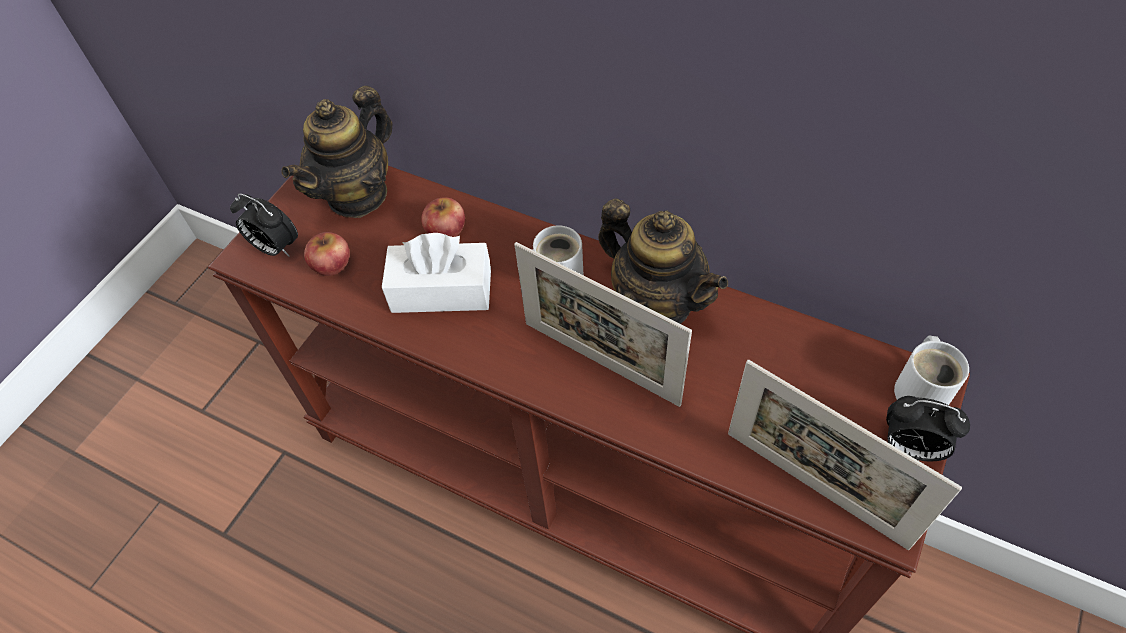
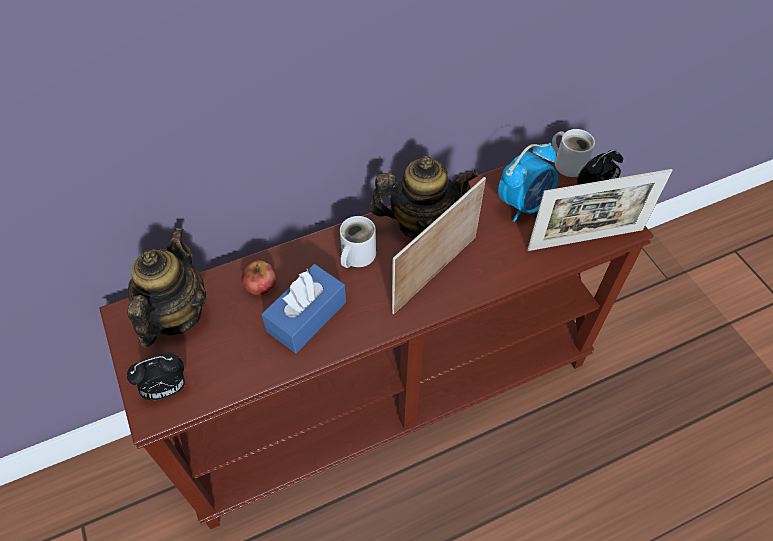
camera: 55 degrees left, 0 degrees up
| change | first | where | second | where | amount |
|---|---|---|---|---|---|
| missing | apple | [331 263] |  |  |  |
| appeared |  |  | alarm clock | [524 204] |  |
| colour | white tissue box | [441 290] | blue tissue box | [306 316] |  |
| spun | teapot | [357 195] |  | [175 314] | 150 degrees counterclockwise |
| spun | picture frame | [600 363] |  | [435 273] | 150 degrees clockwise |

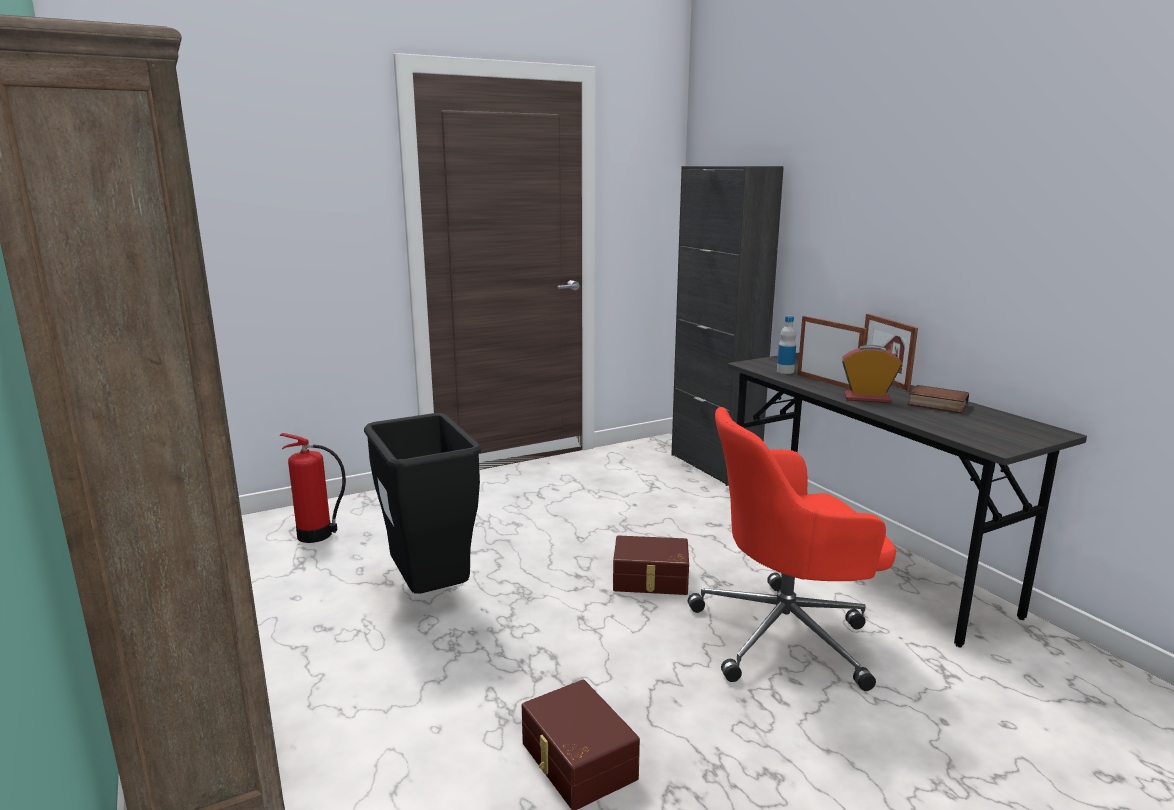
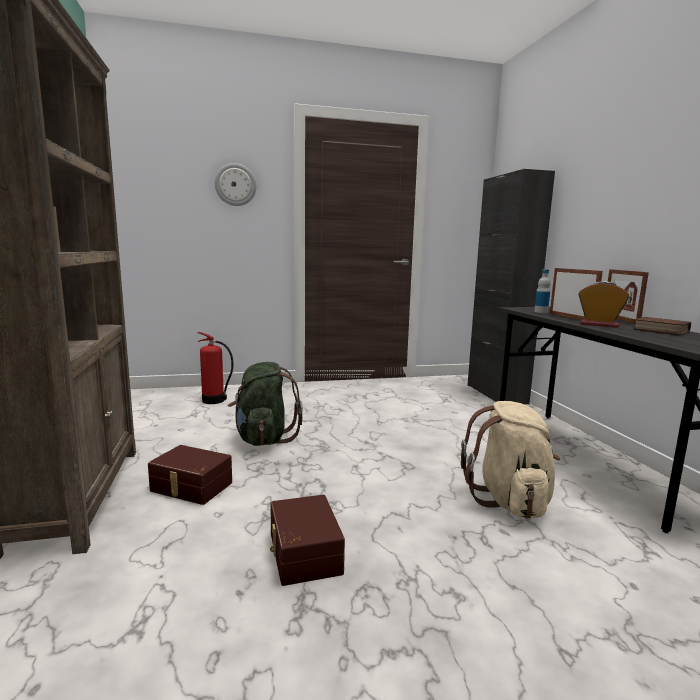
camera: 15 degrees right, 5 degrees down
| change | first | where | second | where | amount |
|---|---|---|---|---|---|
| appeared |  |  | wall clock | [235 185] |  |
| relocated | brown storage box | [650 580] |  | [190 487] |  |
| exchanged | black trash can | [432 594] | green backpack | [263 439] |  |
| exchanged | red office chair | [786 635] | beige backpack | [509 500] |  |

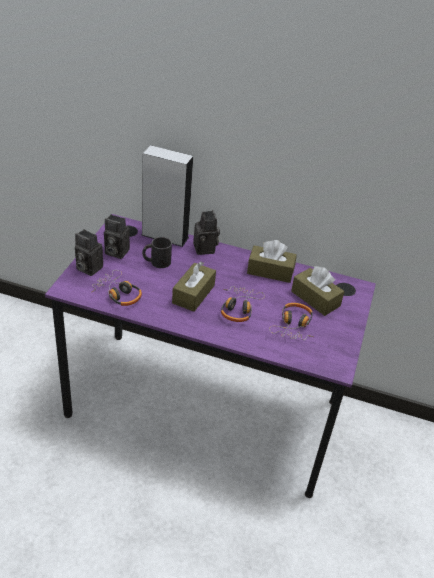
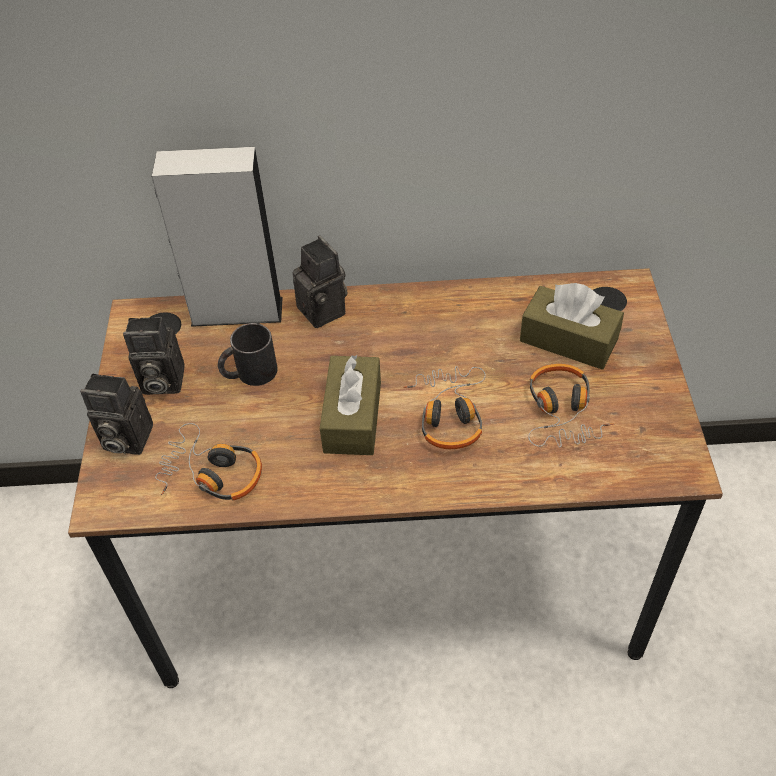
camera: 15 degrees left, 10 degrees up
| change | first | where | second | where | amount |
|---|---|---|---|---|---|
| missing | brown tissue box | [270 271] |  |  |  |
| colour | purple desk | [204 408] | brown desk | [397 568] |  |

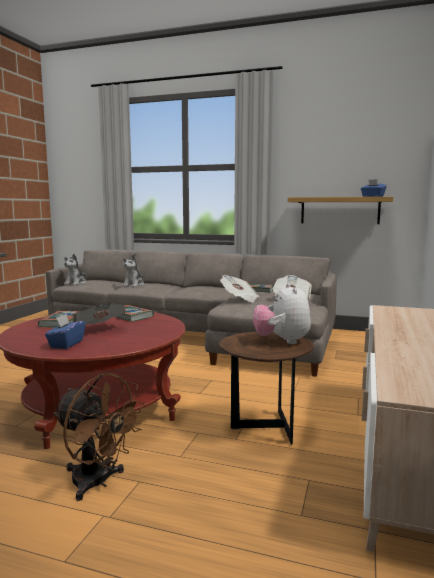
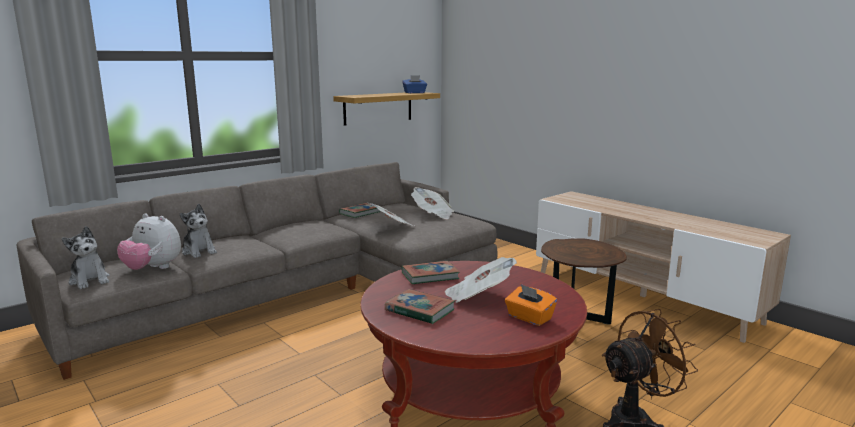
camera: 60 degrees left, 5 degrees up
| change | first | where | second | where | amount |
|---|---|---|---|---|---|
| relocated | plush toy | [282 341] |  | [153 269] |  |
| colour | blue tissue box | [66 344] | orange tissue box | [529 318] |  |

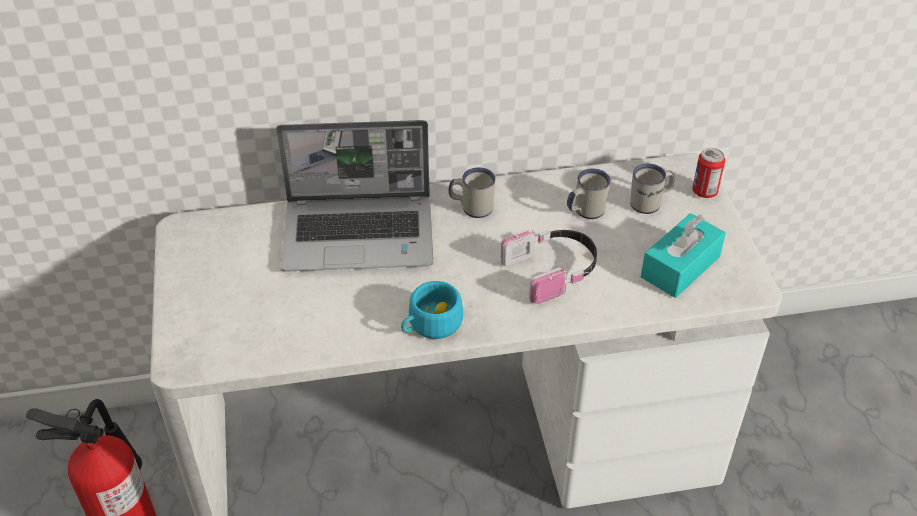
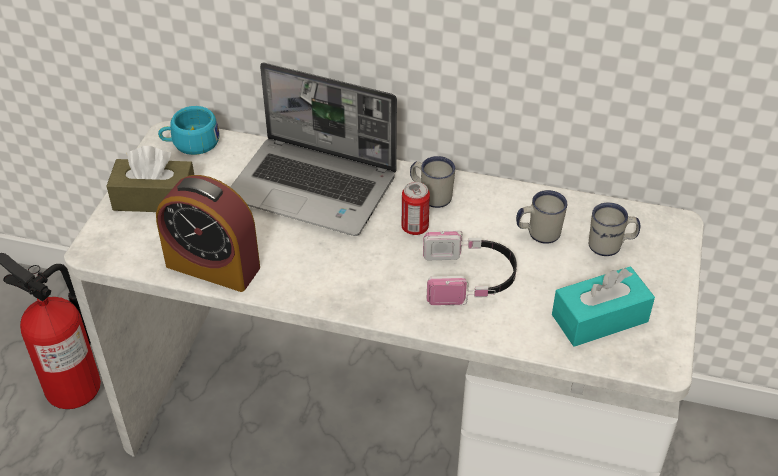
camera: 25 degrees right, 0 degrees up
| change | first | where | second | where | amount |
|---|---|---|---|---|---|
| appeared |  |  | brown tissue box | [155 198] |  |
| appeared |  |  | alarm clock | [213 266] |  |
| relocated | turquoise cup | [430 325] |  | [190 143] |  |
| relocated | can | [704 192] |  | [415 227] |  |

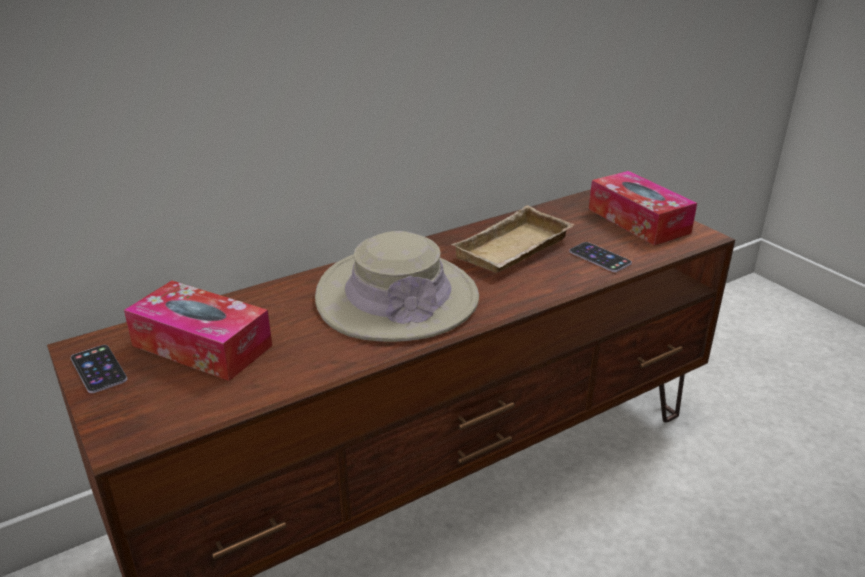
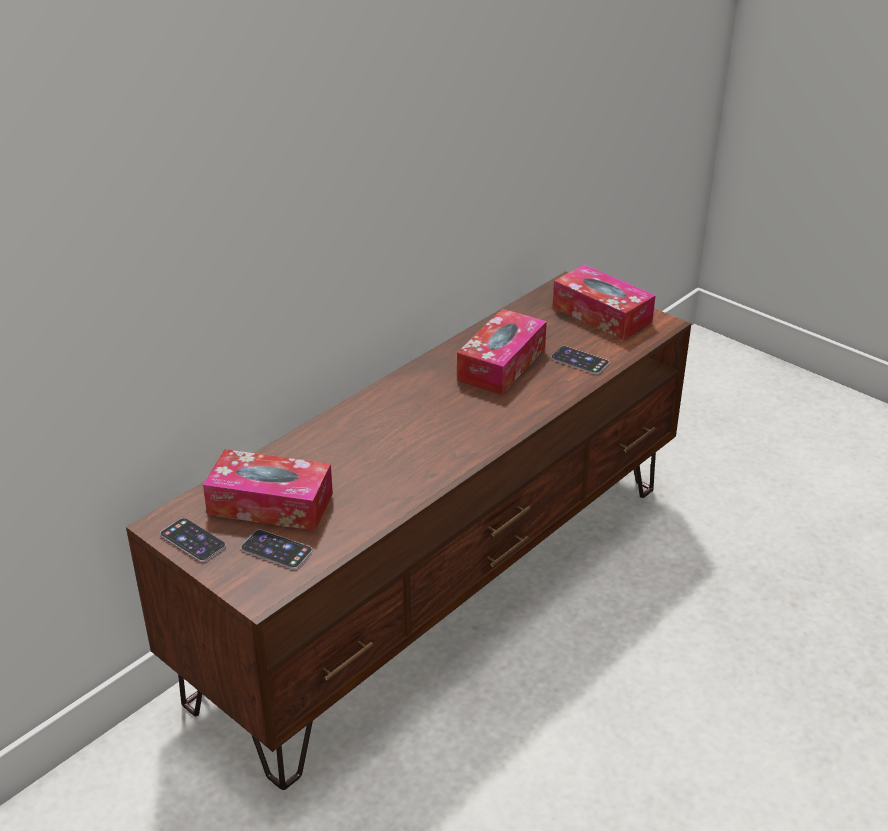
camera: 15 degrees left, 5 degrees up
| change | first | where | second | where | amount |
|---|---|---|---|---|---|
| missing | beige hat | [397 297] |  |  |  |
| appeared |  |  | phone | [276 550] |  |
| exchanged | beige tray | [514 250] | tissue box | [501 364] |  |

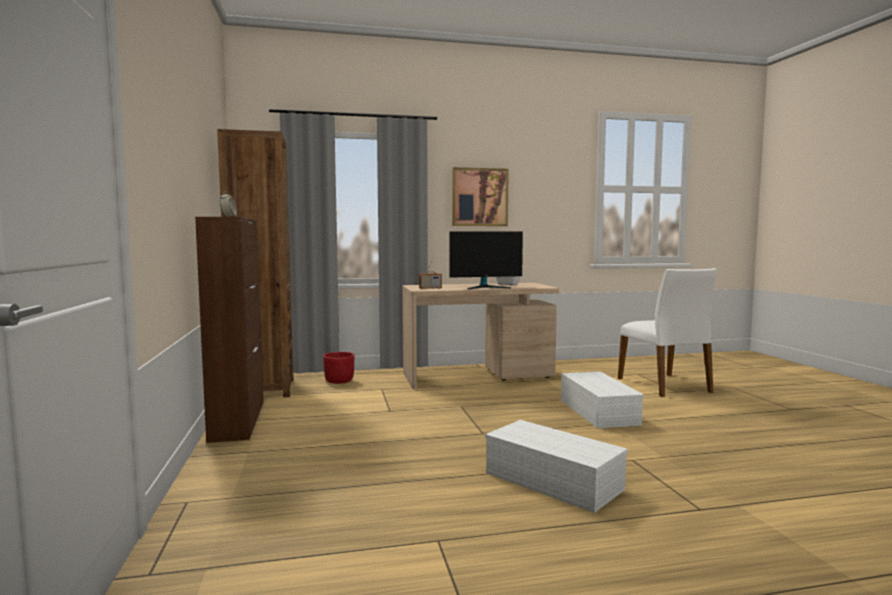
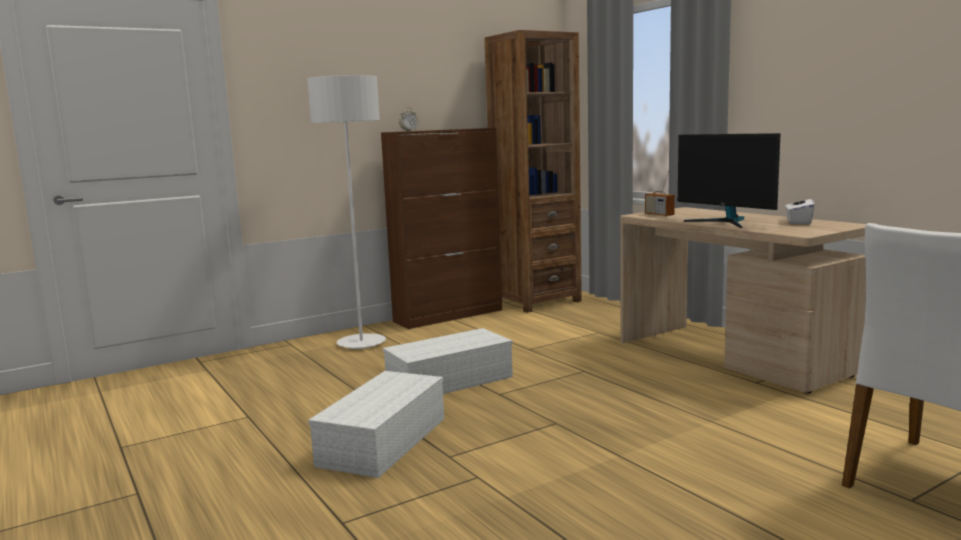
camera: 70 degrees right, 5 degrees up
| change | first | where | second | where | amount |
|---|---|---|---|---|---|
| missing | red planter | [339 381] |  |  |  |
| missing | picture | [479 197] |  |  |  |
| appeared |  |  | white floor lamp | [361 343] |  |
| relocated | white storage box | [597 411] |  | [450 380] |  |

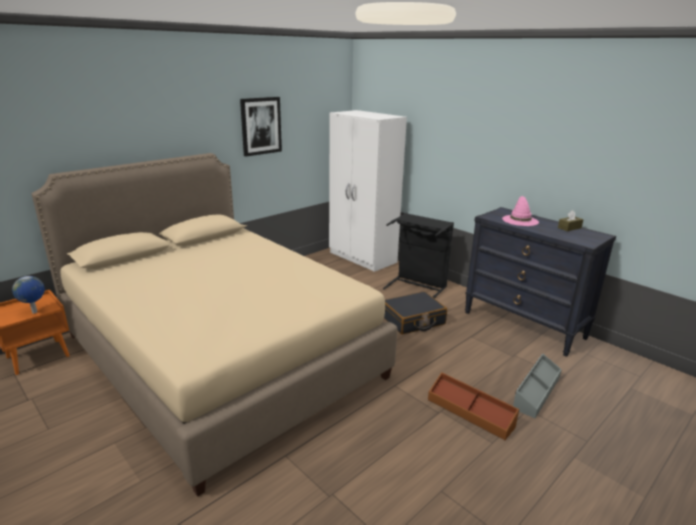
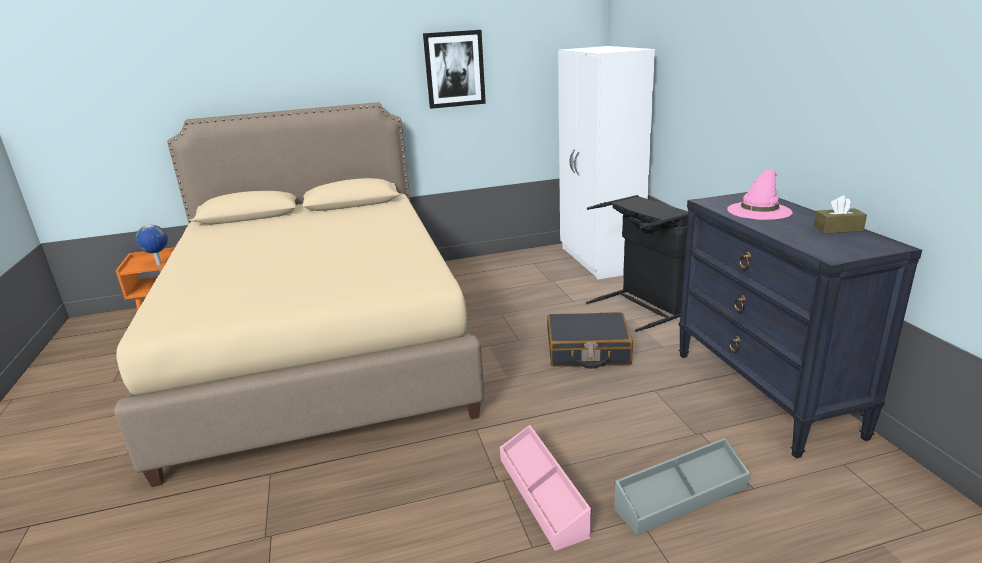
camera: 30 degrees right, 0 degrees up
| change | first | where | second | where | amount |
|---|---|---|---|---|---|
| colour | brown storage box | [470 412] | pink storage box | [543 495] |  |

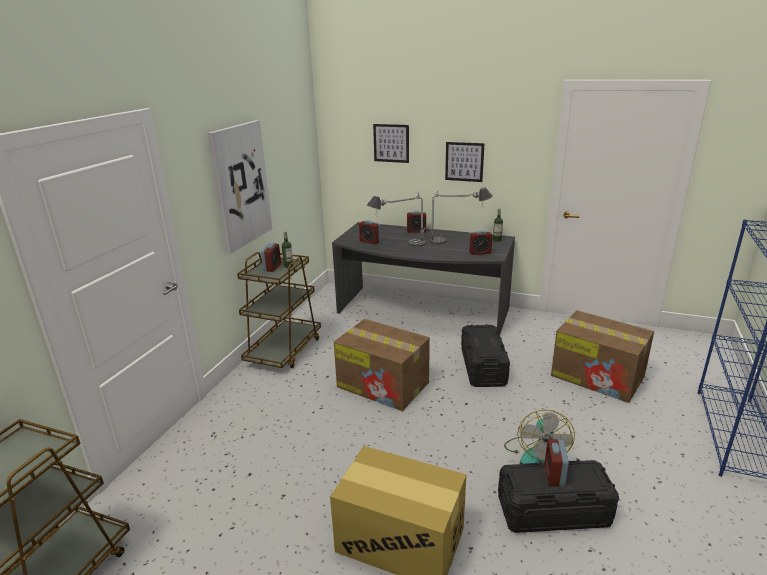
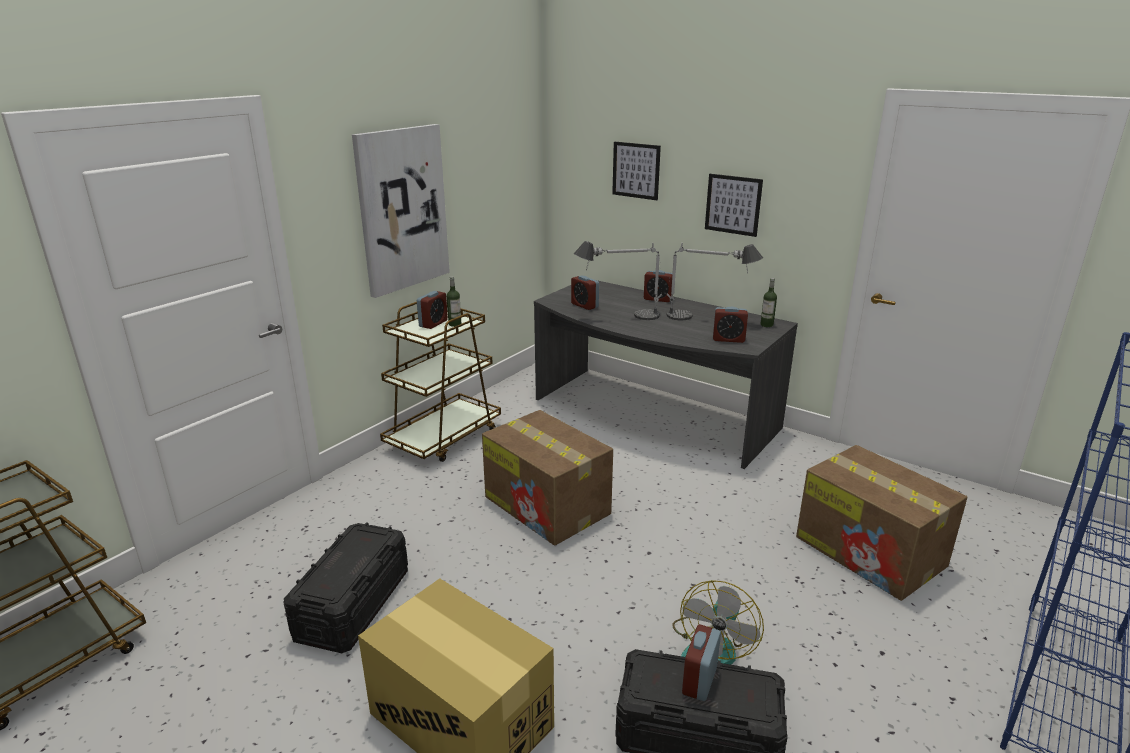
camera: 15 degrees right, 0 degrees up
| change | first | where | second | where | amount |
|---|---|---|---|---|---|
| relocated | black storage box | [483 367] |  | [353 604] |  |

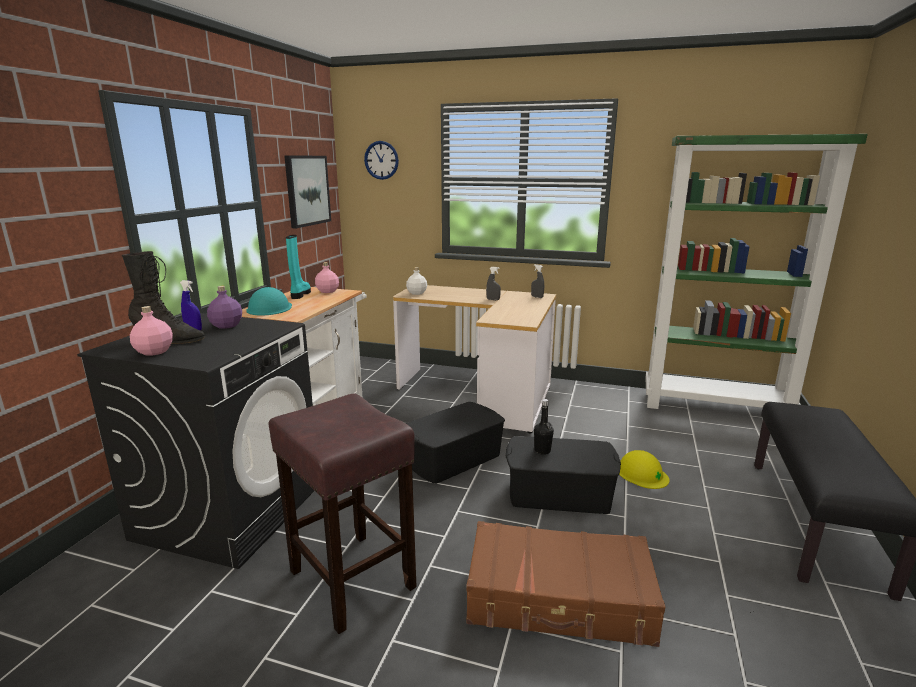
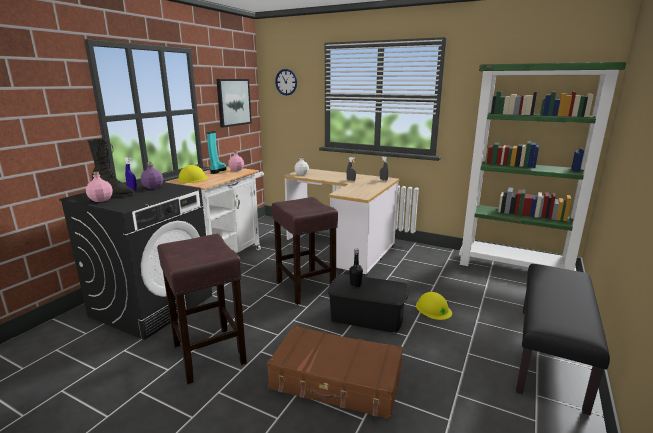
camera: 10 degrees right, 0 degrees up
| change | first | where | second | where | amount |
|---|---|---|---|---|---|
| exchanged | black storage box | [453 459] | brown stool | [304 287] |  |
| colour | turquoise hard hat | [269 308] | yellow hard hat | [192 179] |  |

